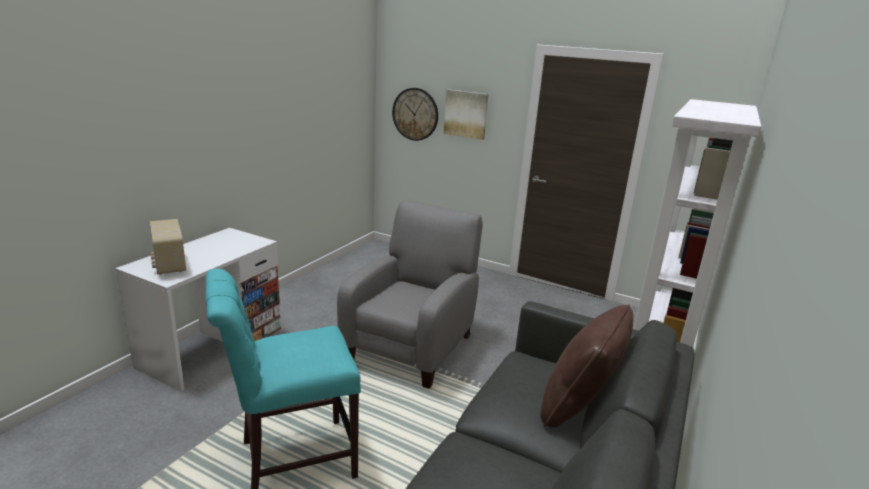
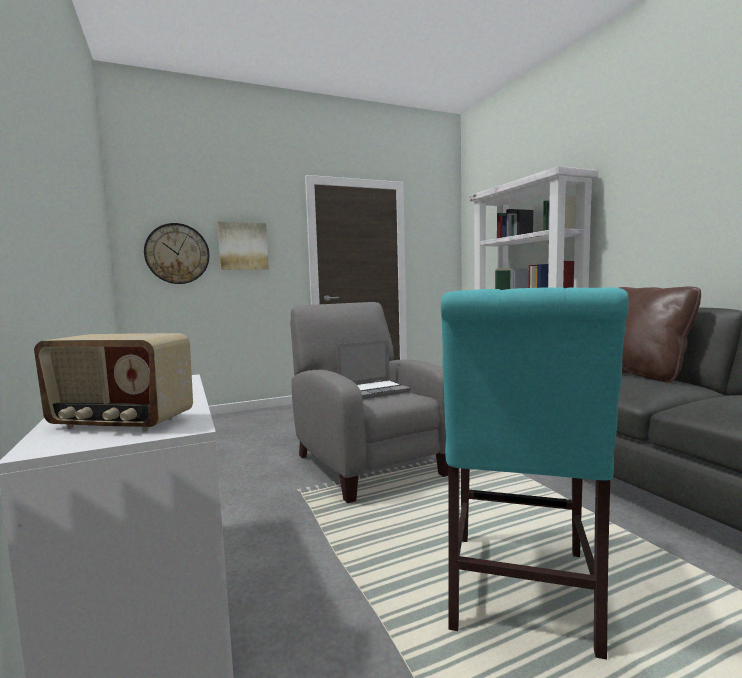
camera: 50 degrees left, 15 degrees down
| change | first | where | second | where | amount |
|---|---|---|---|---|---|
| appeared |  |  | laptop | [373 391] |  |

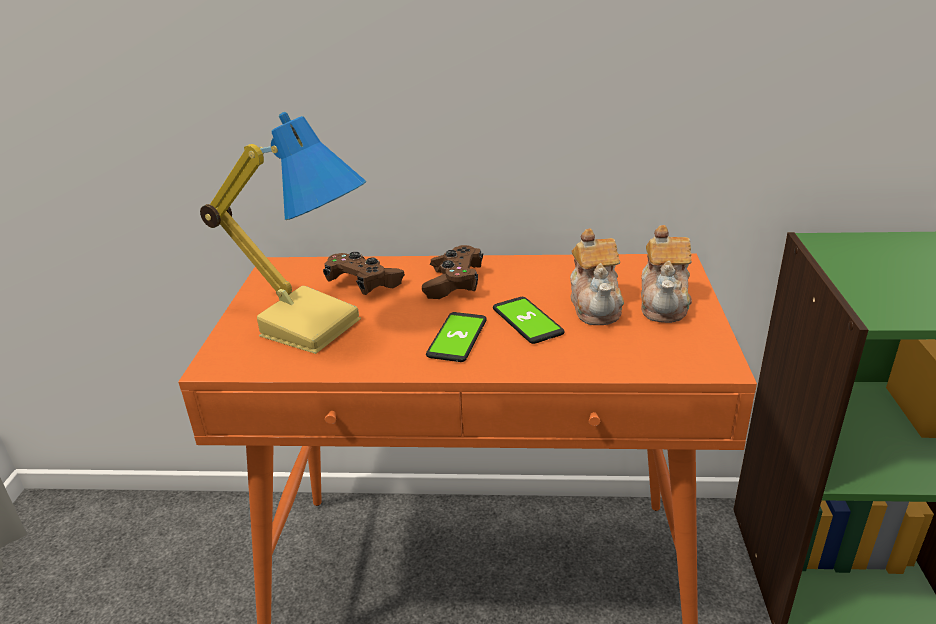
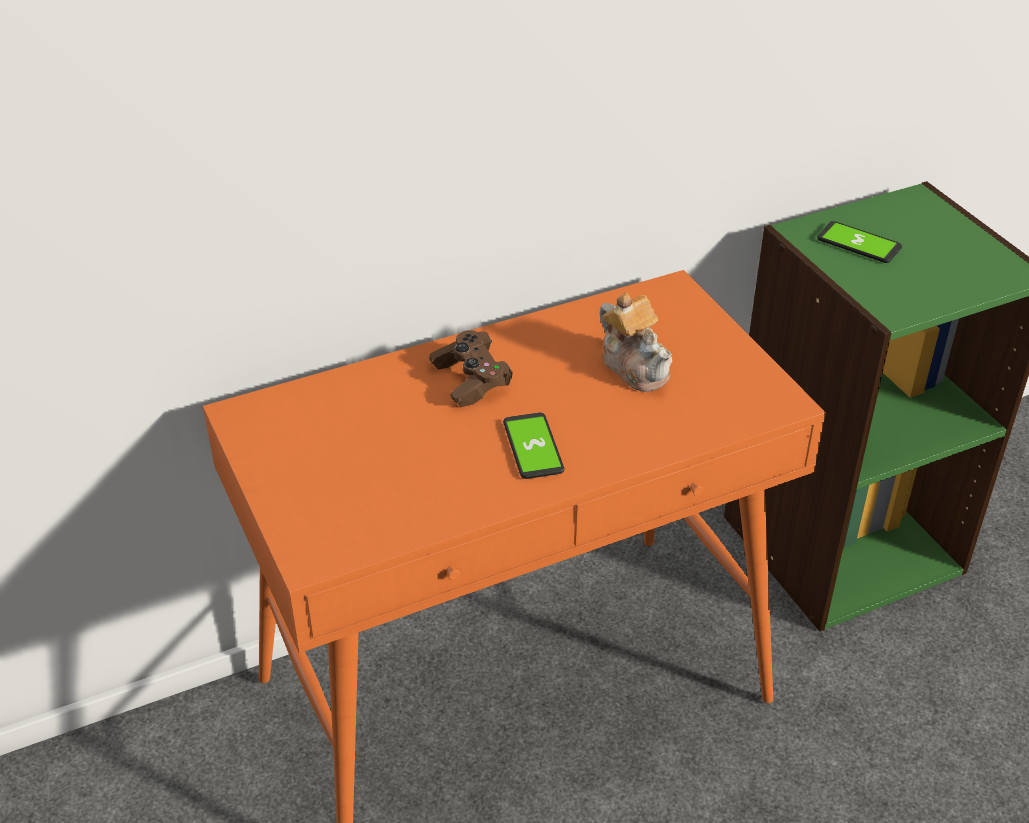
camera: 30 degrees left, 10 degrees up
| change | first | where | second | where | amount |
|---|---|---|---|---|---|
| missing | table lamp | [312 325] |  |  |  |
| missing | brown game controller | [364 284] |  |  |  |
| missing | teapot | [664 303] |  |  |  |
| relocated | phone | [527 321] |  | [859 243] |  |

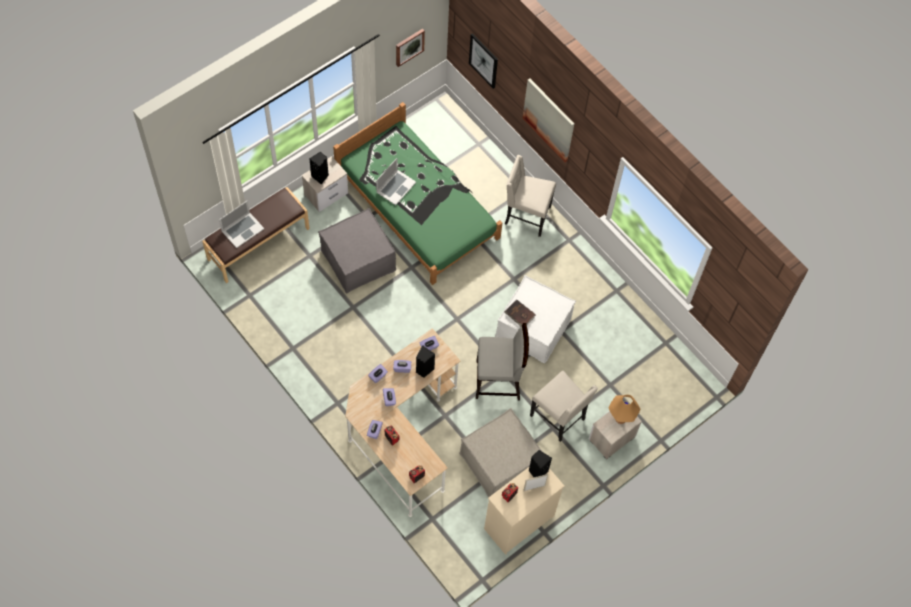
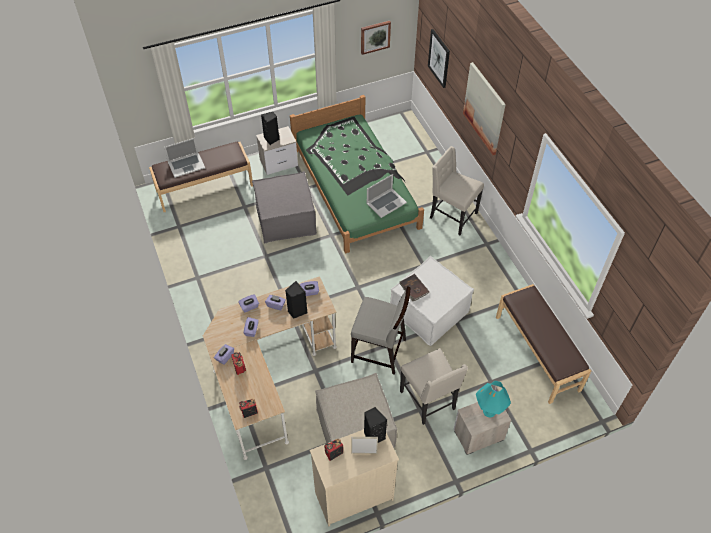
camera: 20 degrees right, 10 degrees down
| change | first | where | second | where | amount |
|---|---|---|---|---|---|
| appeared |  |  | brown bench | [537 352] |  |
| relocated | laptop | [396 187] |  | [386 203] |  |
| colour | orange table lamp | [620 418] | turquoise table lamp | [489 411] |  |

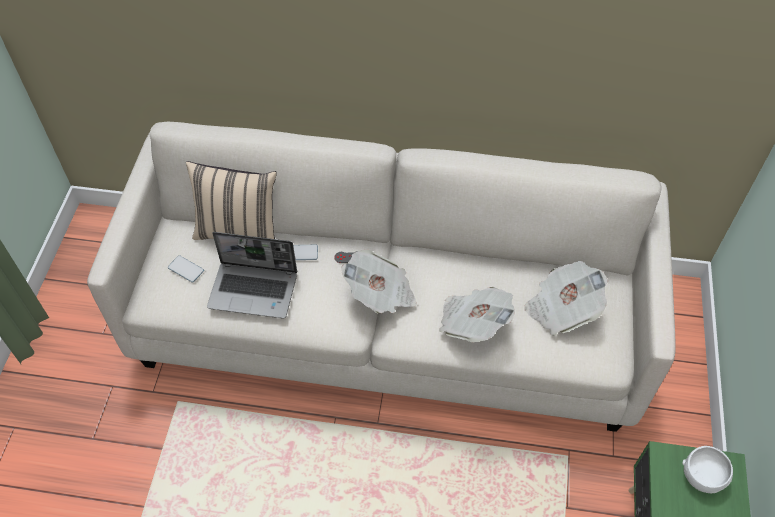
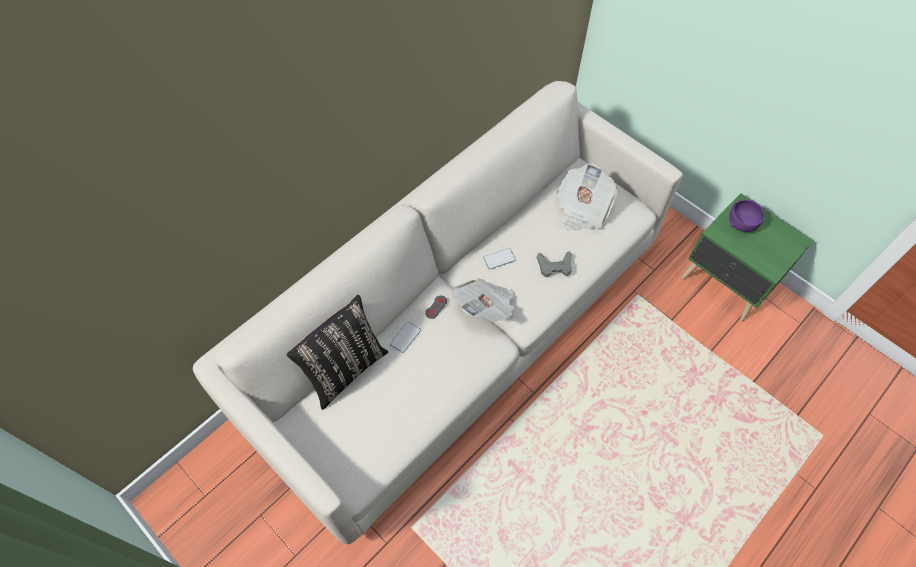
camera: 55 degrees left, 5 degrees up
| change | first | where | second | where | amount |
|---|---|---|---|---|---|
| missing | laptop | [254 290] |  |  |  |
| relocated | phone | [186 269] |  | [499 259] |  |
| exchanged | newspaper | [473 322] | grey game controller | [554 266] |  |
| colour | beige pillow | [239 231] | black pillow | [345 369] |  |
| colour | white bowl | [703 475] | purple bowl | [742 222] |  |

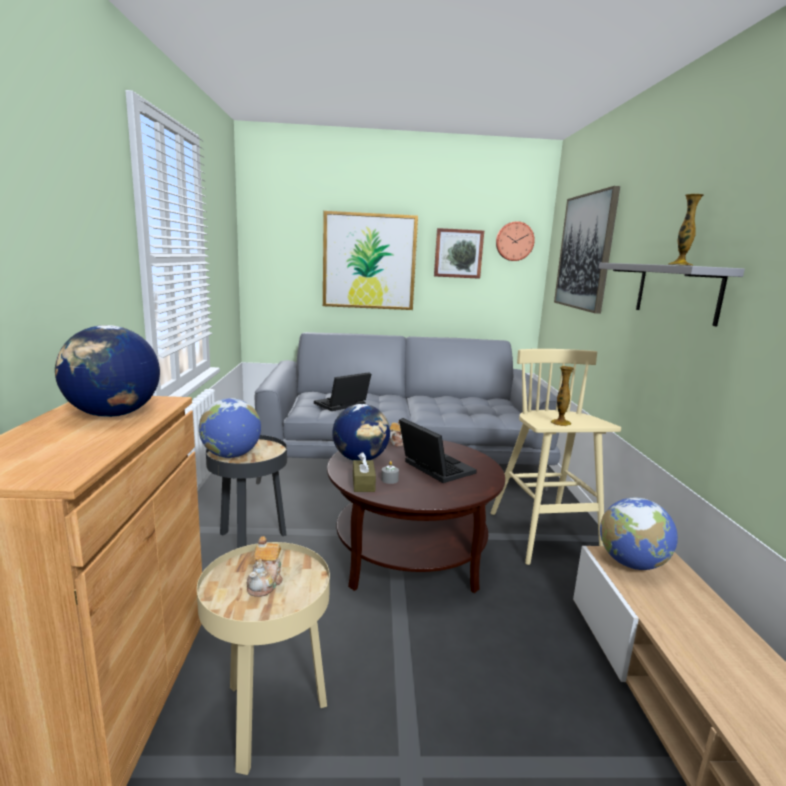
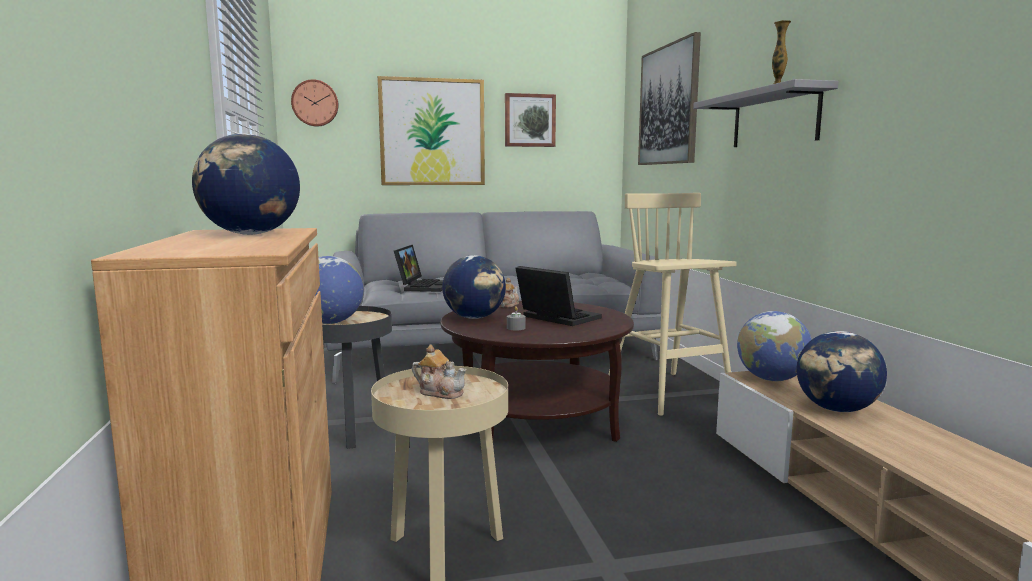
camera: 10 degrees left, 5 degrees down
| change | first | where | second | where | amount |
|---|---|---|---|---|---|
| missing | brown tissue box | [363 483] |  |  |  |
| missing | vase | [560 423] |  |  |  |
| appeared |  |  | globe | [837 409] |  |
| relocated | wall clock | [514 241] |  | [315 103] |  |
| spun | teapot | [265 582] |  | [440 392] | 60 degrees counterclockwise |
| spun | laptop | [341 405] |  | [423 286] | 150 degrees clockwise |

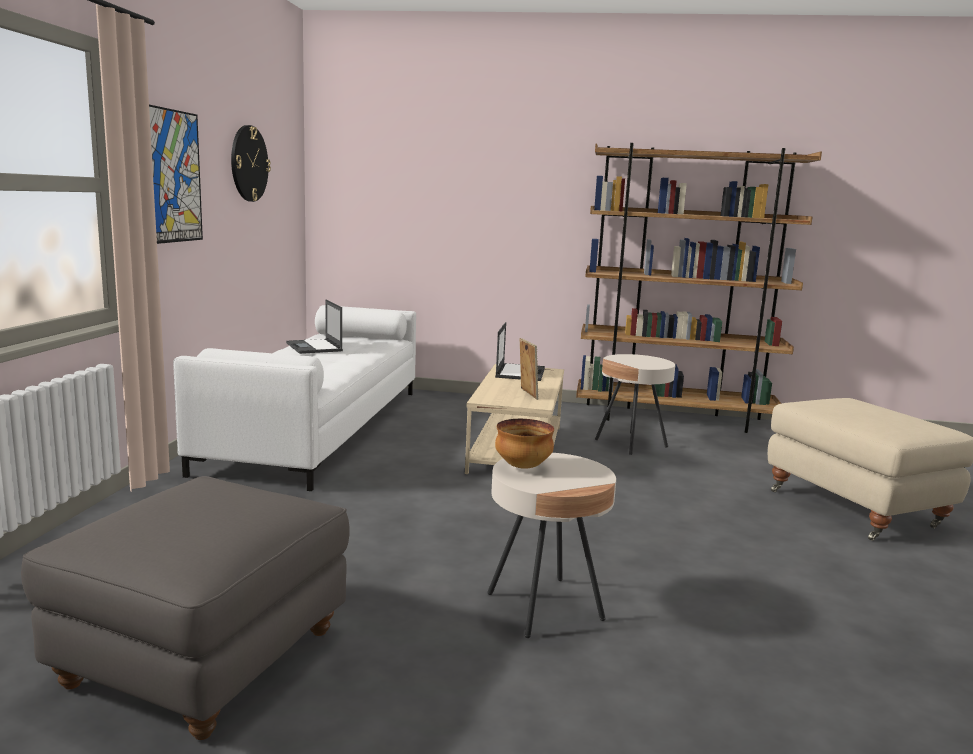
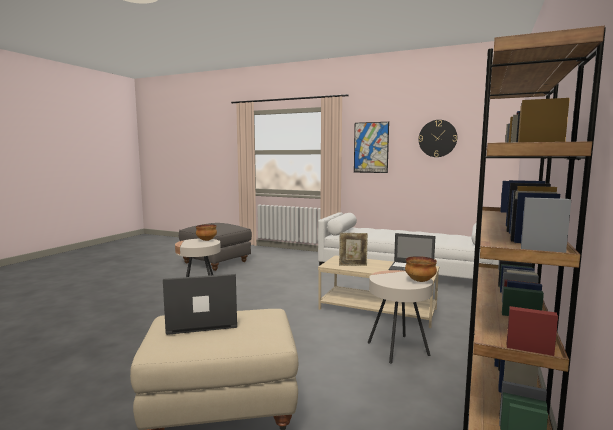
camera: 105 degrees right, 5 degrees down
| change | first | where | second | where | amount |
|---|---|---|---|---|---|
| appeared |  |  | bowl | [420 281] |  |
| relocated | laptop | [314 347] |  | [201 320] |  |

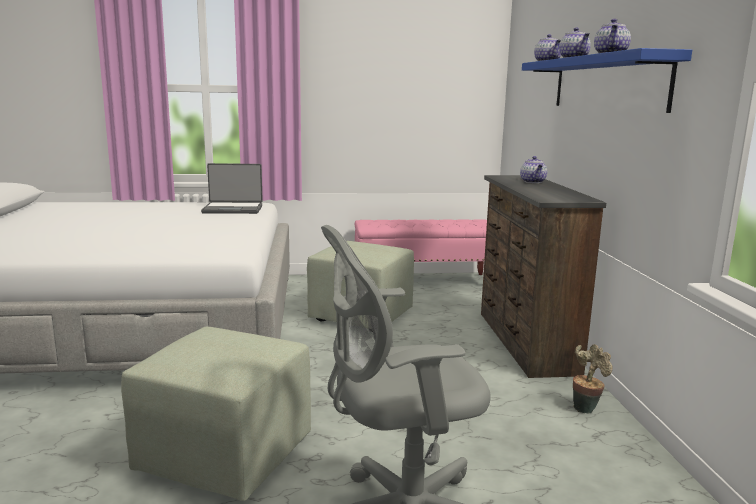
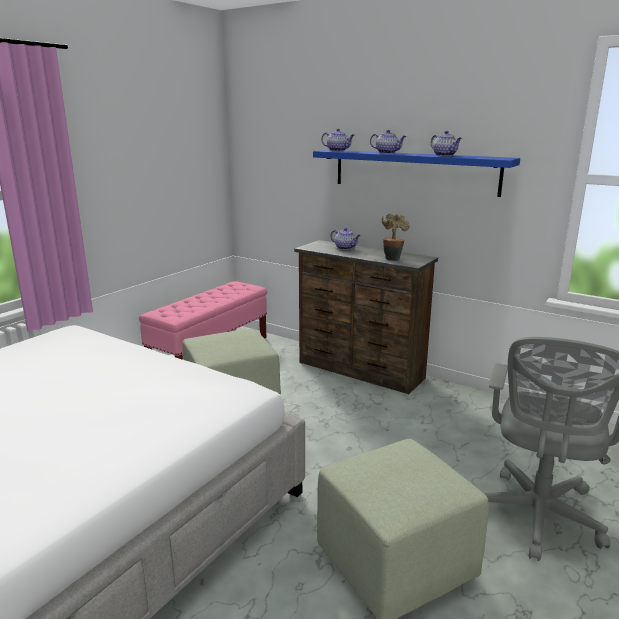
camera: 50 degrees left, 5 degrees up
| change | first | where | second | where | amount |
|---|---|---|---|---|---|
| missing | laptop | [233 209] |  |  |  |
| relocated | potted plant | [586 408] |  | [392 258] |  |

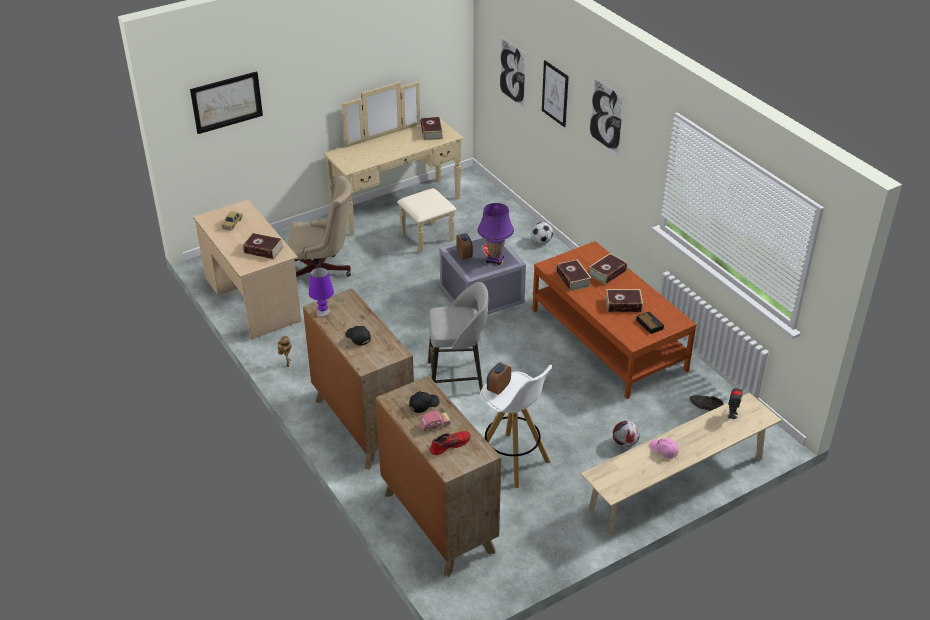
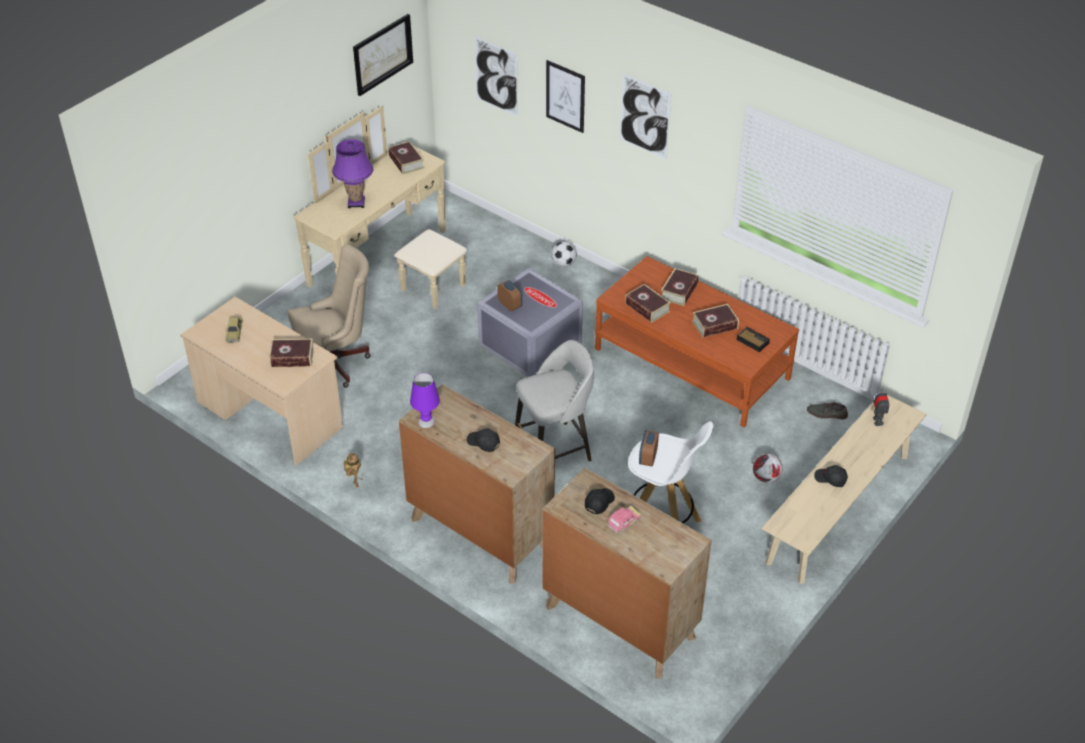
camera: 20 degrees left, 5 degrees up
| change | first | where | second | where | amount |
|---|---|---|---|---|---|
| missing | red shoe | [449 444] |  |  |  |
| relocated | picture | [226 102] |  | [382 54] |  |
| relocated | purple table lamp | [495 259] |  | [356 203] |  |
| colour | pink cap | [663 450] | black cap | [830 479] |  |

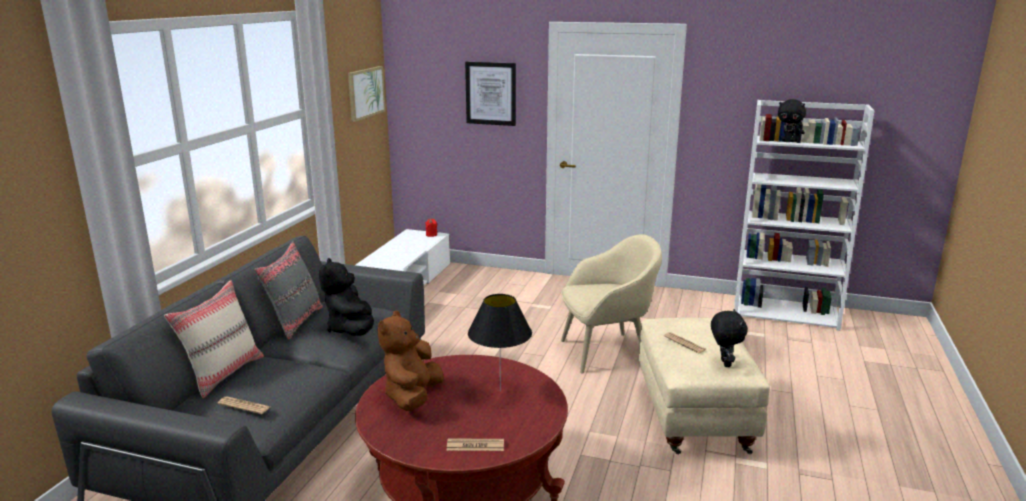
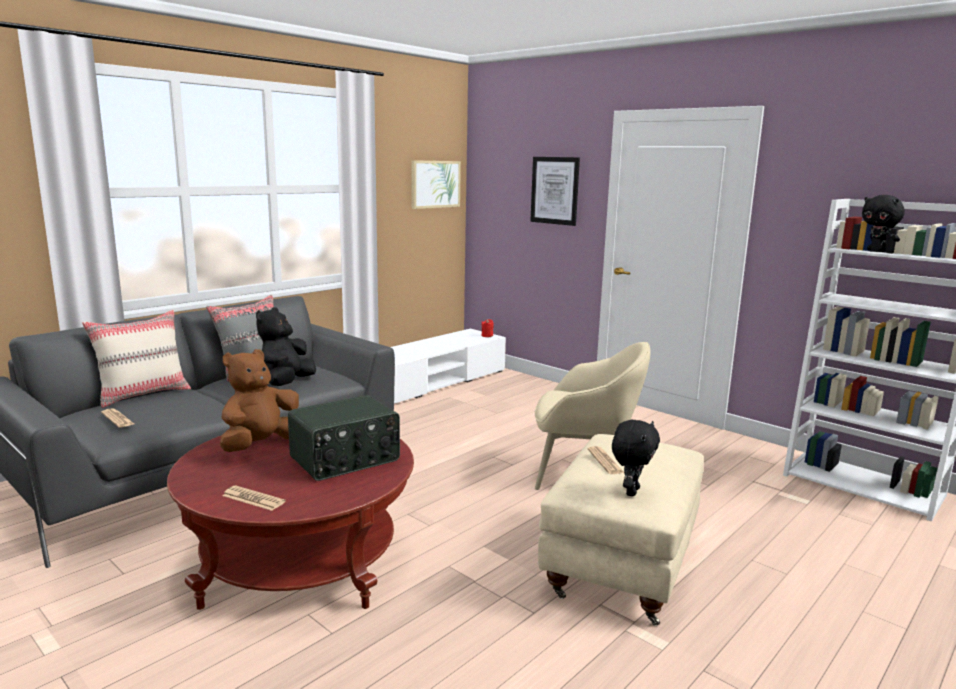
camera: 25 degrees right, 5 degrees down
| change | first | where | second | where | amount |
|---|---|---|---|---|---|
| exchanged | black table lamp | [500 391] | radio | [346 460] |  |

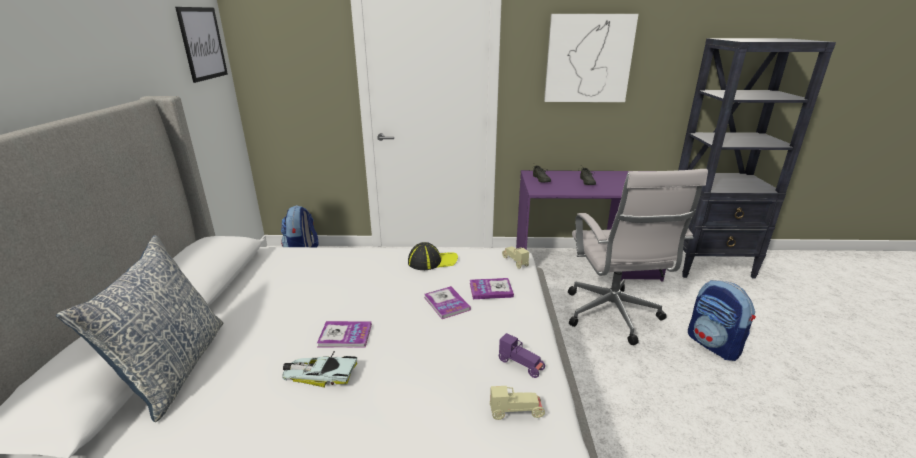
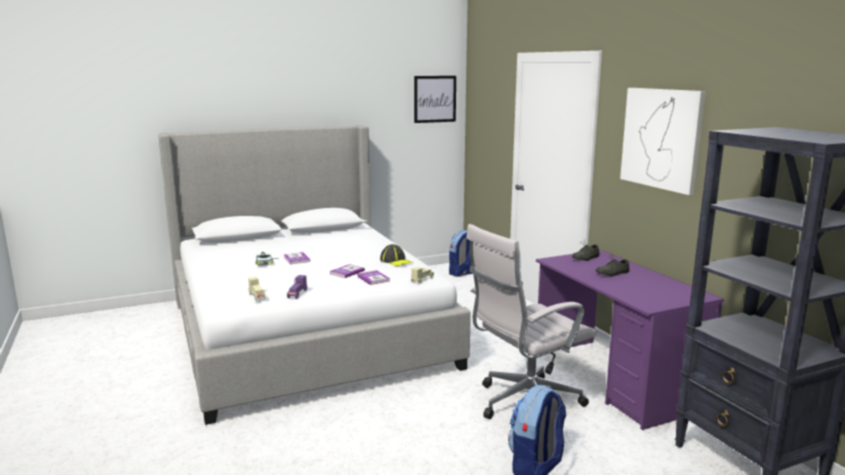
camera: 65 degrees right, 10 degrees down
| change | first | where | second | where | amount |
|---|---|---|---|---|---|
| missing | pillow | [174 368] |  |  |  |

